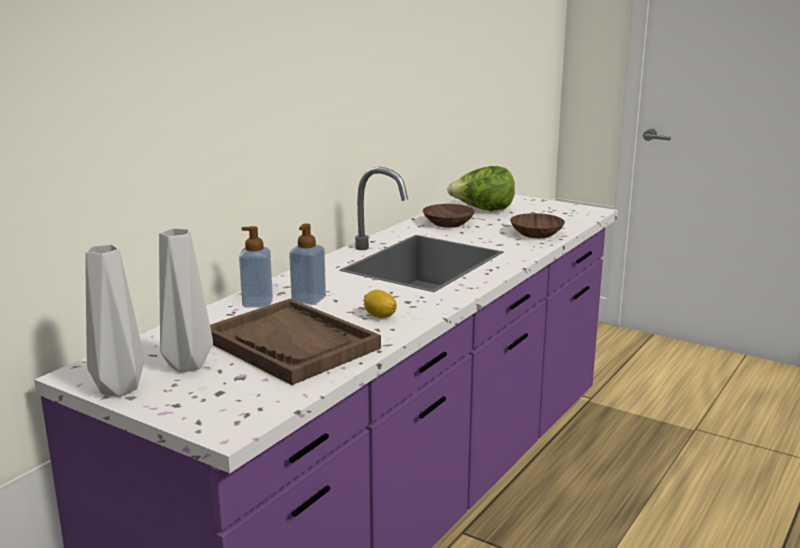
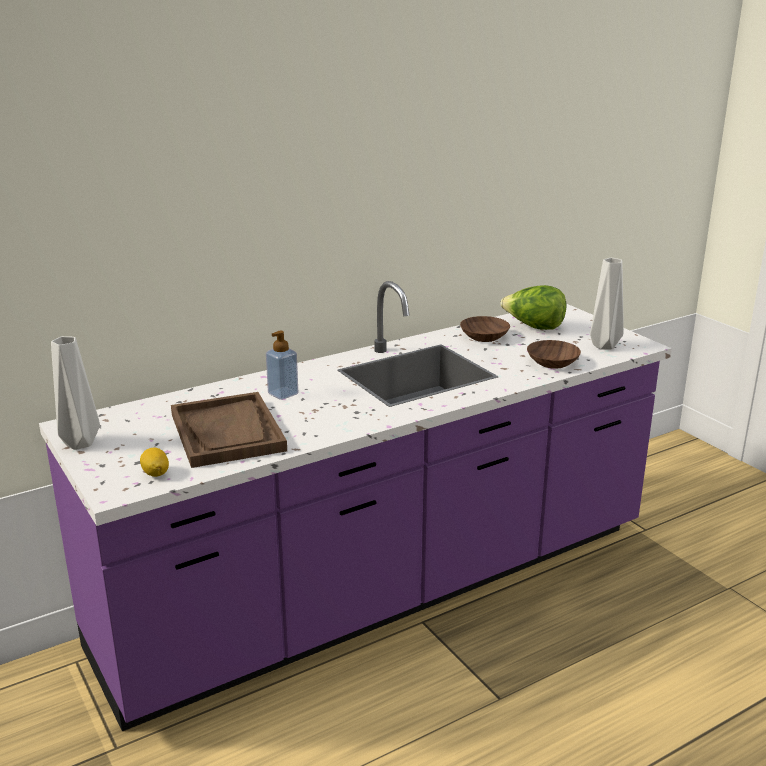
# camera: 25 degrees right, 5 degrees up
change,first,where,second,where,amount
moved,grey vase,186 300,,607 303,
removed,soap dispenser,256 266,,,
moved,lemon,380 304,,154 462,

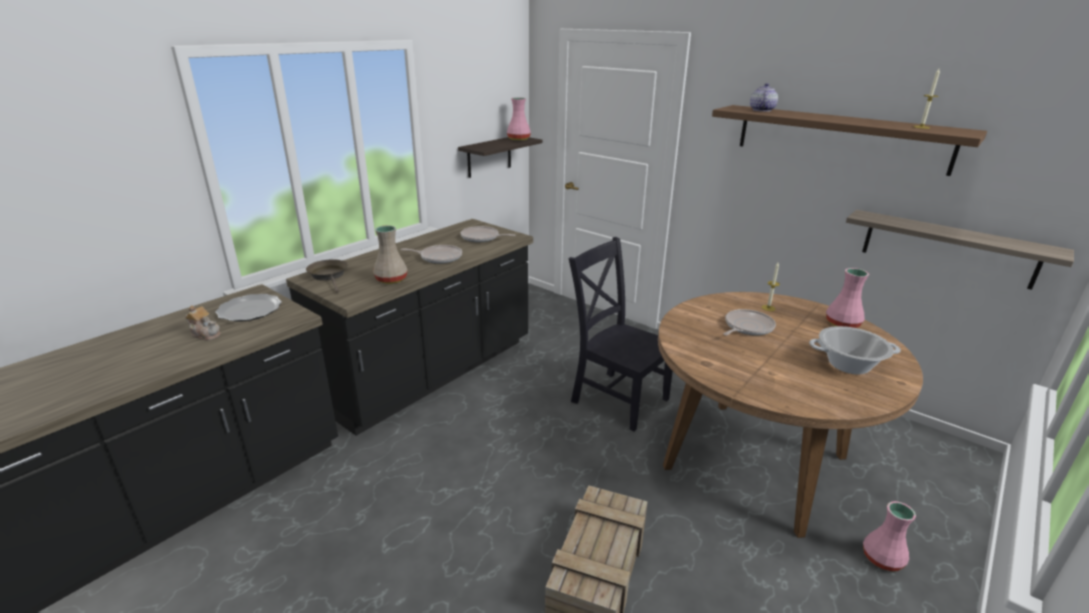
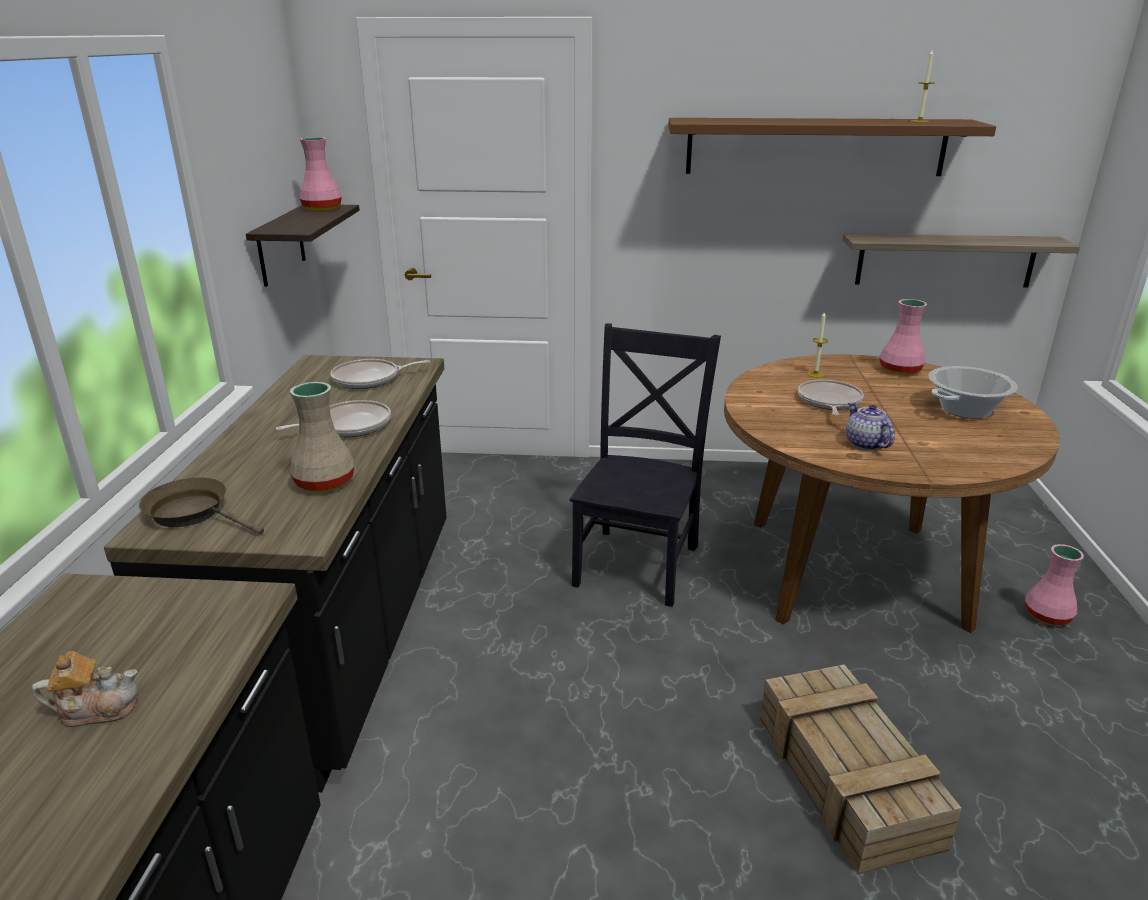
# camera: 35 degrees left, 0 degrees up
change,first,where,second,where,amount
removed,plate,248 307,,,
turned,black chair,621 334,,645 465,105 degrees clockwise
moved,teapot,764 97,,870 426,

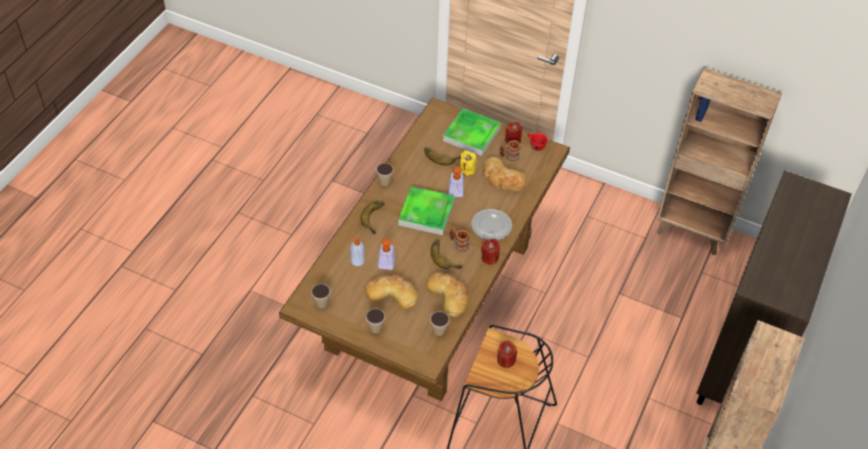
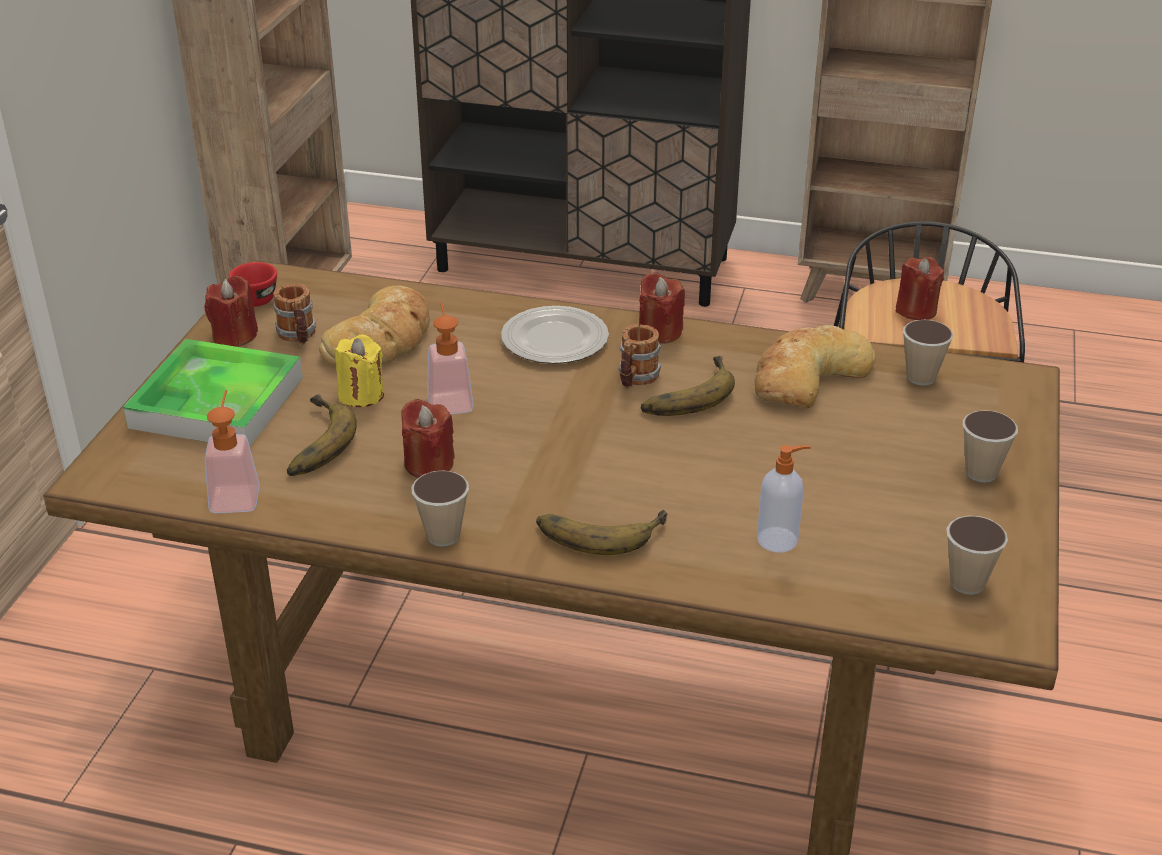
# camera: 100 degrees left, 15 degrees down
change,first,where,second,where,amount
removed,bread,391 292,,,
moved,soap dispenser,389 254,,232 451,
removed,tray,426 210,,,
added,,,red candle,428 438,

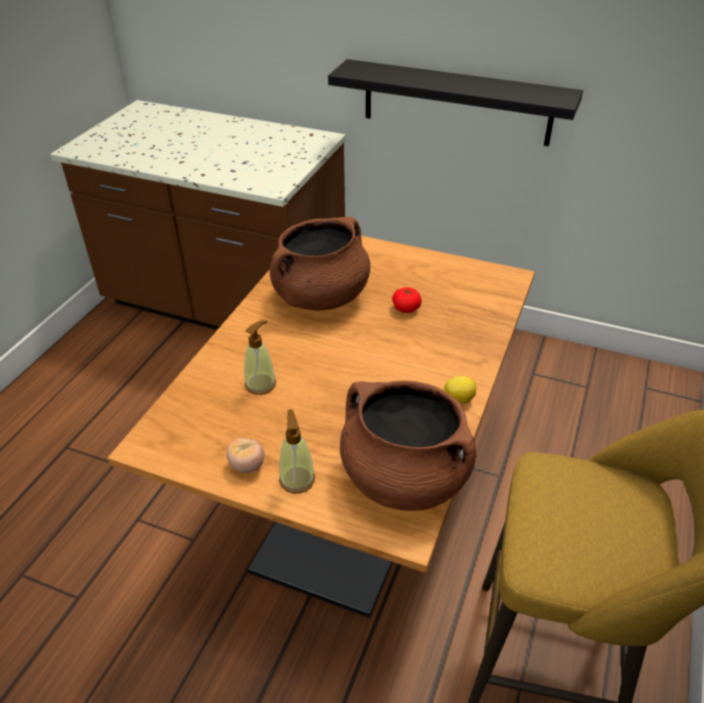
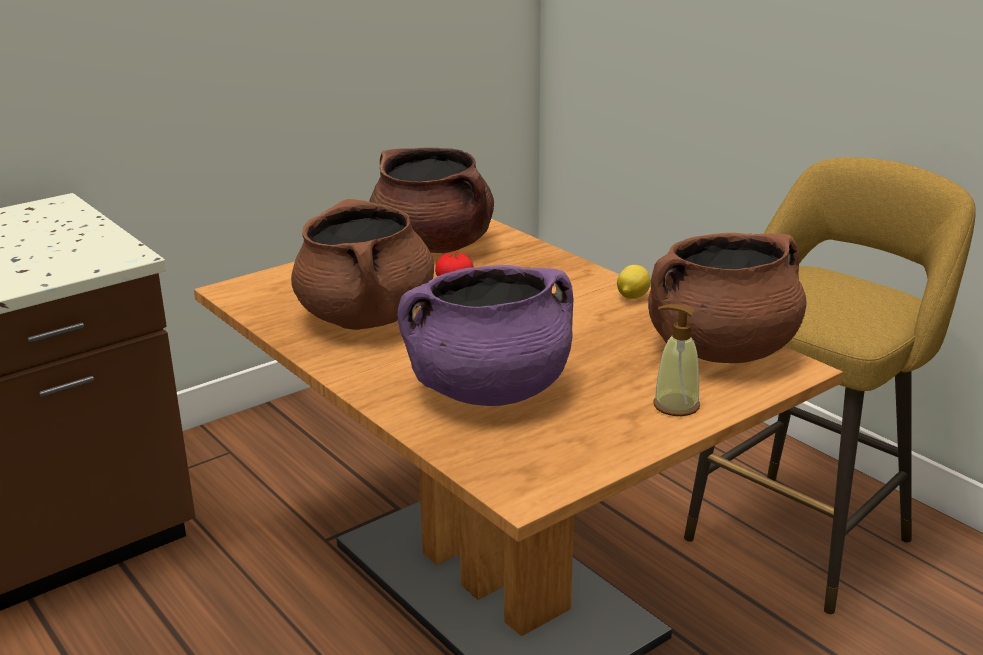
# camera: 60 degrees left, 15 degrees down
change,first,where,second,where,amount
removed,tomato,246 455,,,
replaced,soap dispenser,260 357,purple cooking pot,485 335,
removed,black shelf,455 102,,,
added,,,brown cooking pot,431 200,

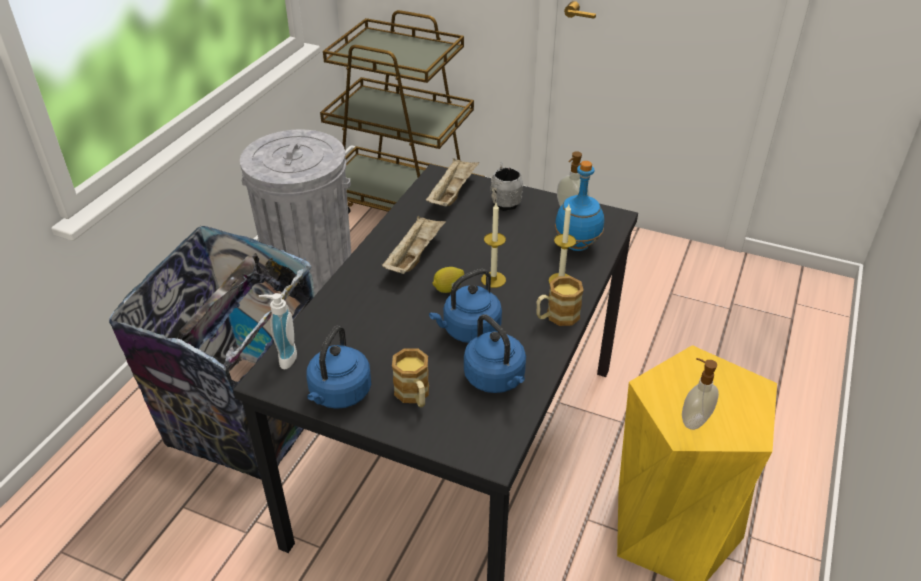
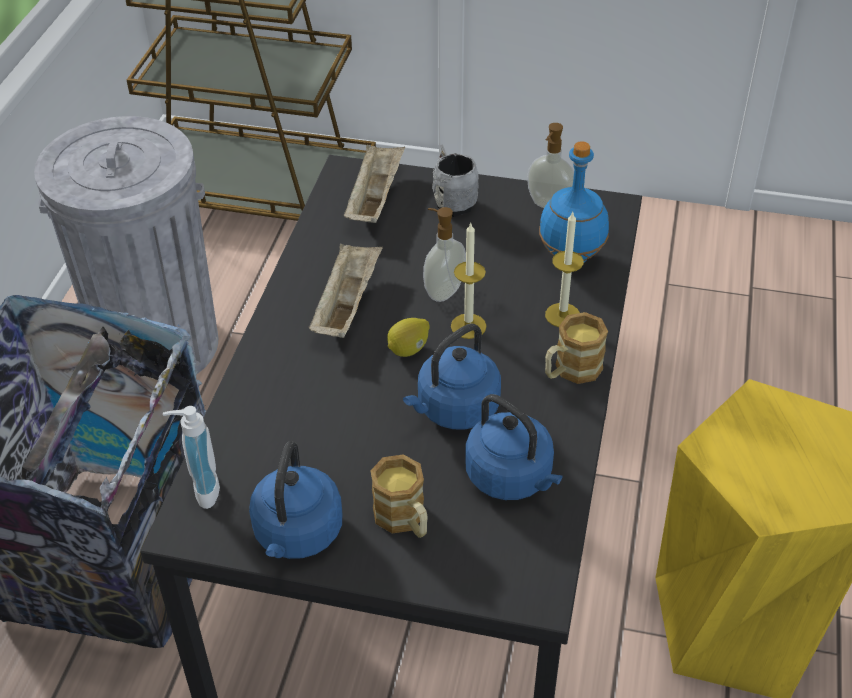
# camera: 10 degrees left, 5 degrees up
change,first,where,second,where,amount
moved,soap dispenser,700 394,,444 254,

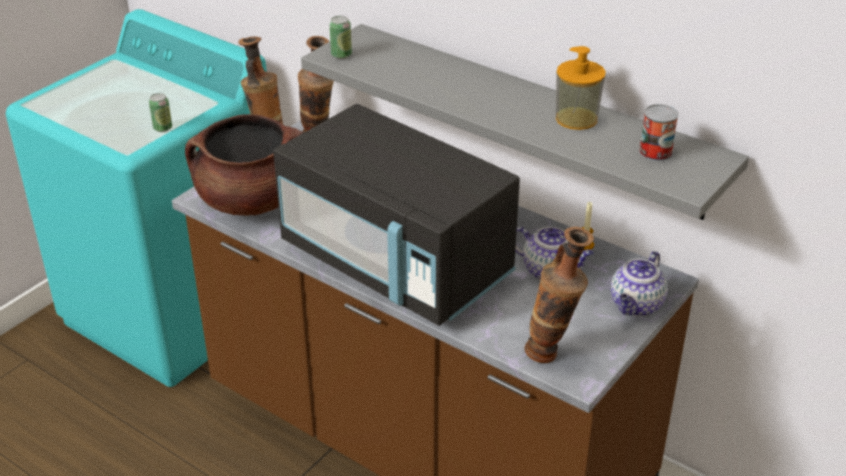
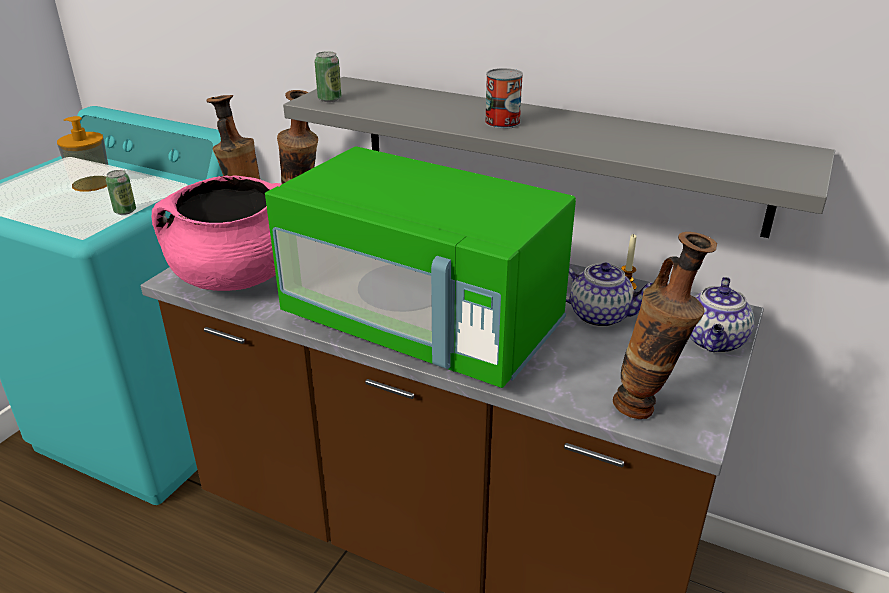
# camera: 10 degrees left, 5 degrees down
change,first,where,second,where,amount
recoloured,brown cooking pot,244 164,pink cooking pot,217 233,
recoloured,black microwave,396 215,green microwave,420 267,
moved,soap dispenser,581 88,,83 154,
moved,can,658 132,,504 98,

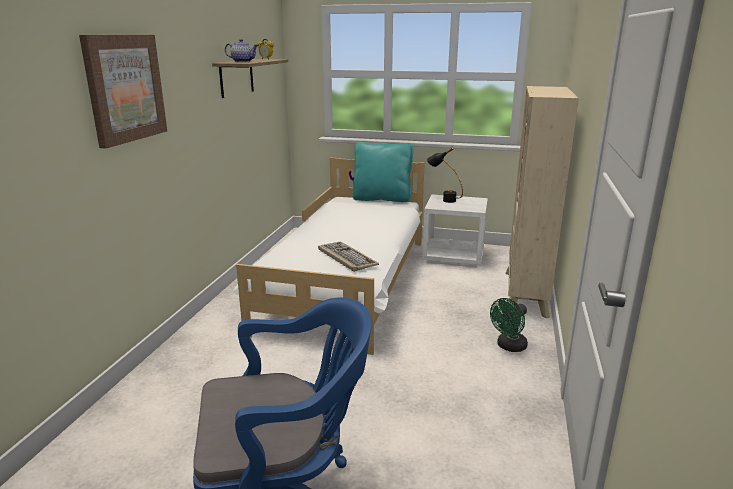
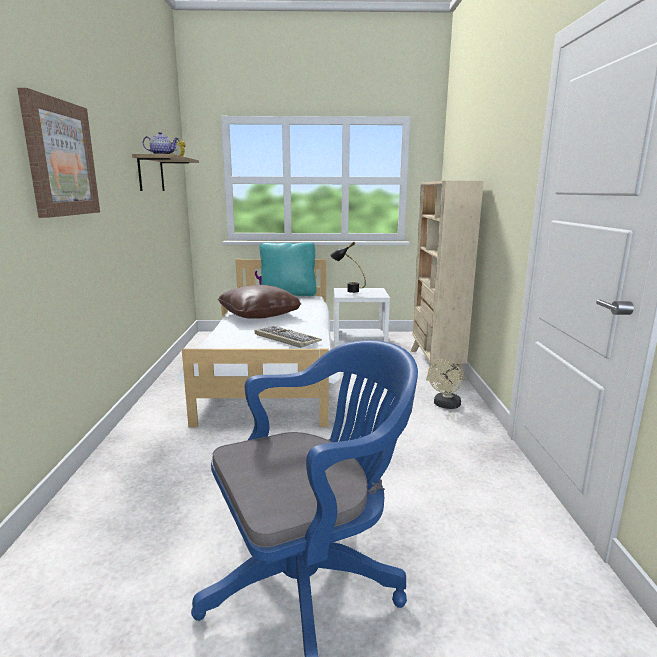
# camera: 15 degrees left, 5 degrees down
change,first,where,second,where,amount
recoloured,green fan,509 325,beige fan,445 384,
added,,,brown pillow,259 302,

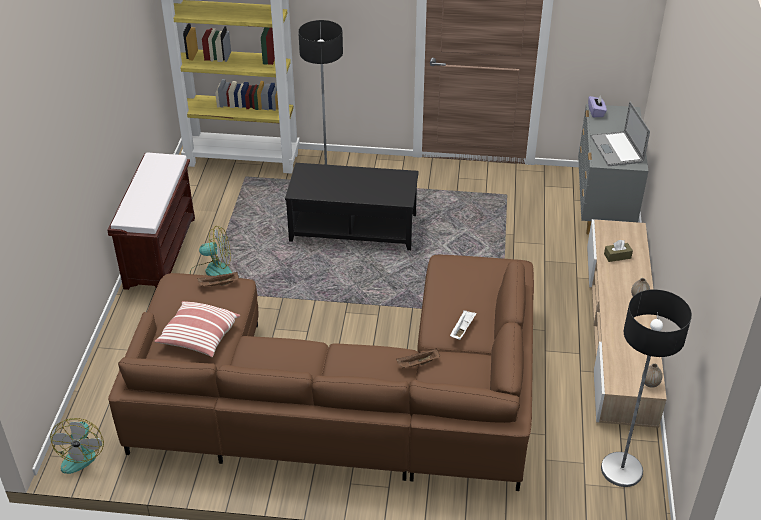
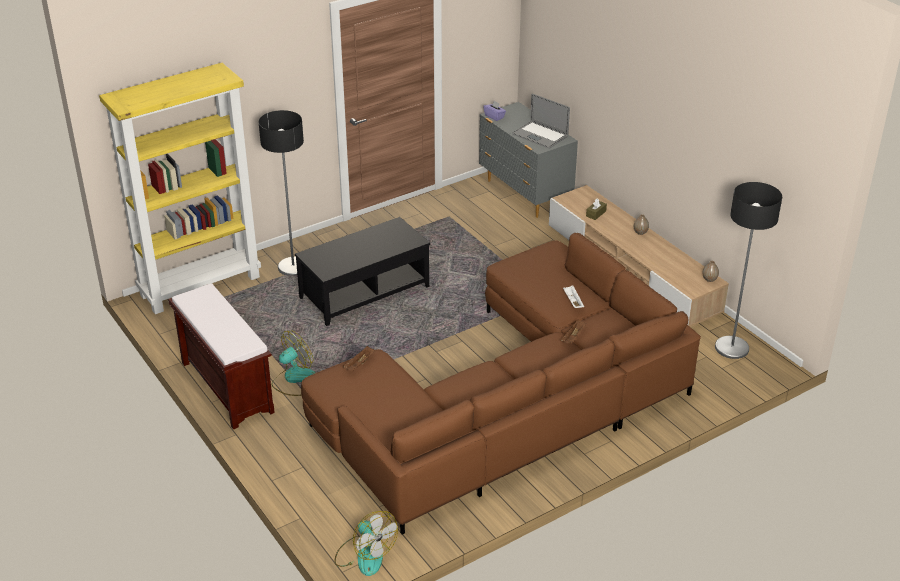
# camera: 40 degrees left, 5 degrees down
change,first,where,second,where,amount
removed,pillow,197 329,,,

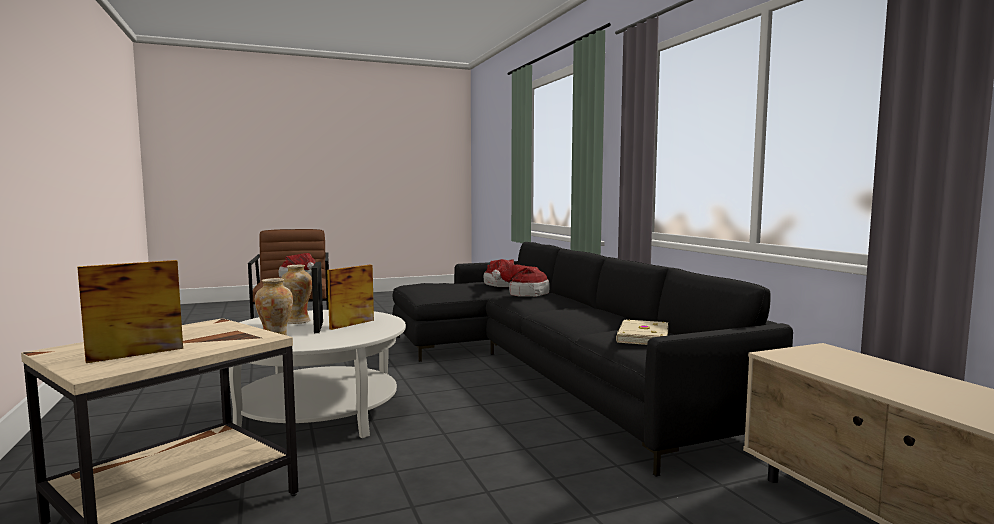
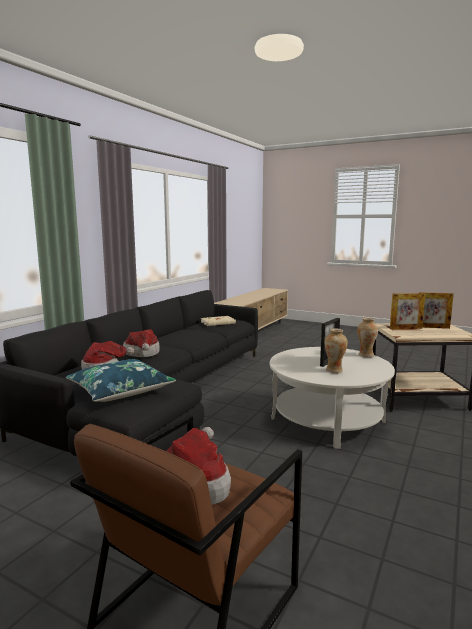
# camera: 130 degrees left, 5 degrees up
change,first,where,second,where,amount
moved,picture frame,350 297,,407 311,
added,,,blue pillow,121 380,

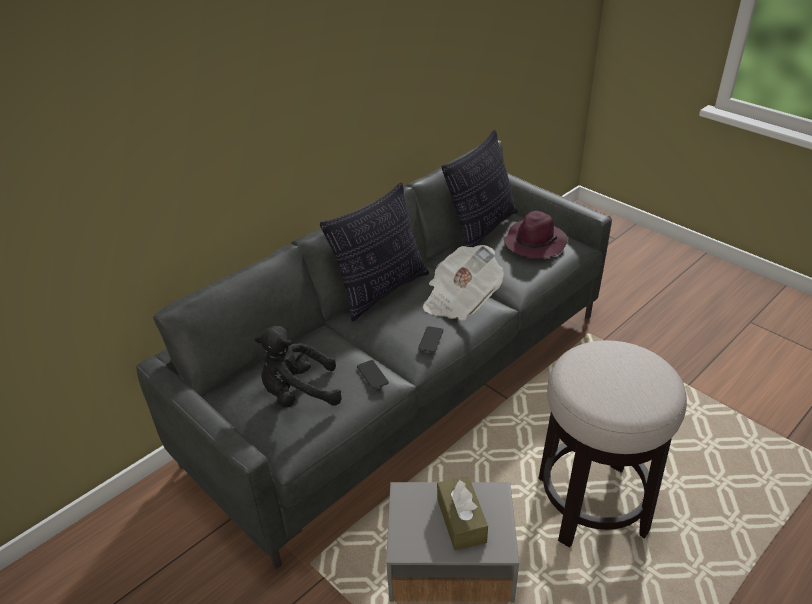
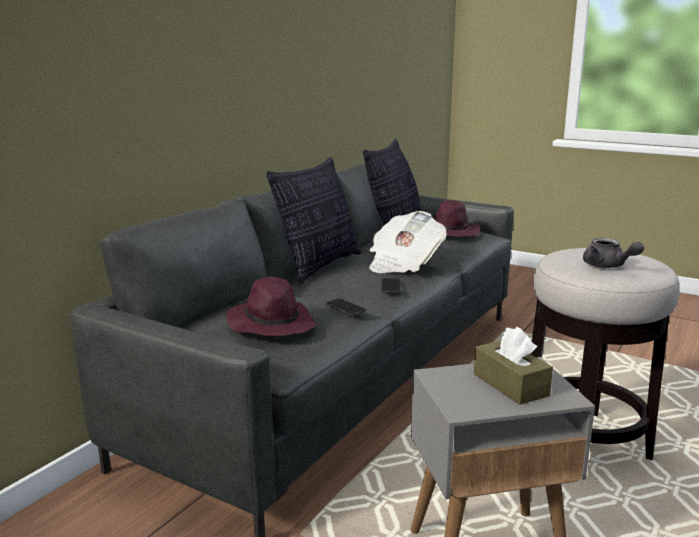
# camera: 15 degrees left, 20 degrees down
change,first,where,second,where,amount
replaced,black plush toy,298 367,purple hat,271 306,
added,,,grey teapot,613 253,

